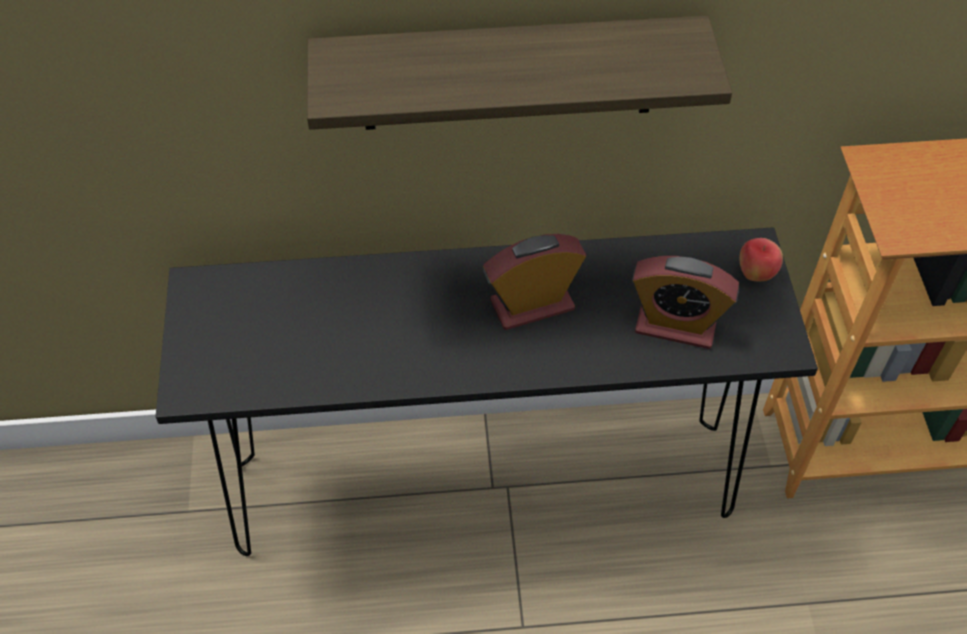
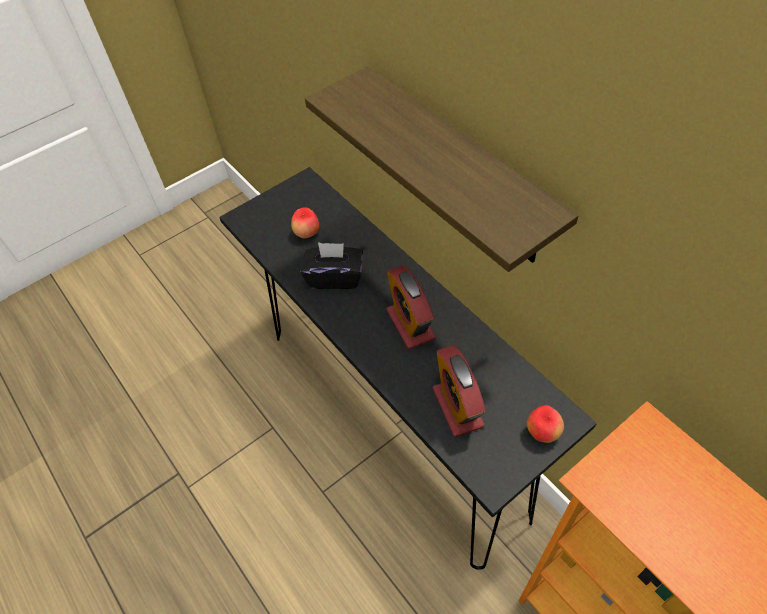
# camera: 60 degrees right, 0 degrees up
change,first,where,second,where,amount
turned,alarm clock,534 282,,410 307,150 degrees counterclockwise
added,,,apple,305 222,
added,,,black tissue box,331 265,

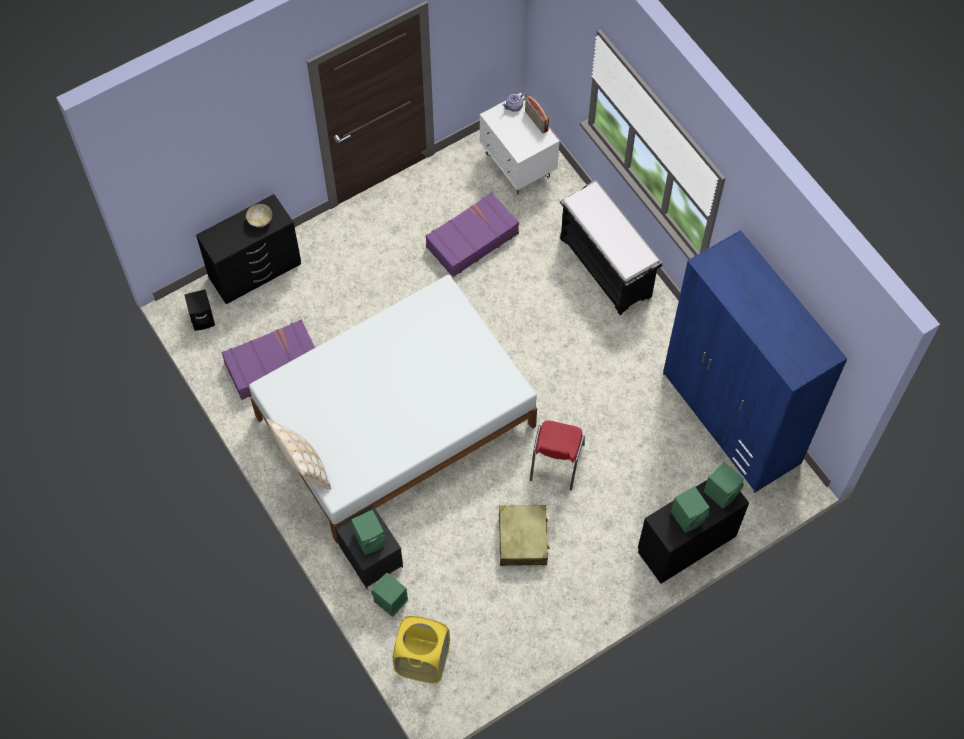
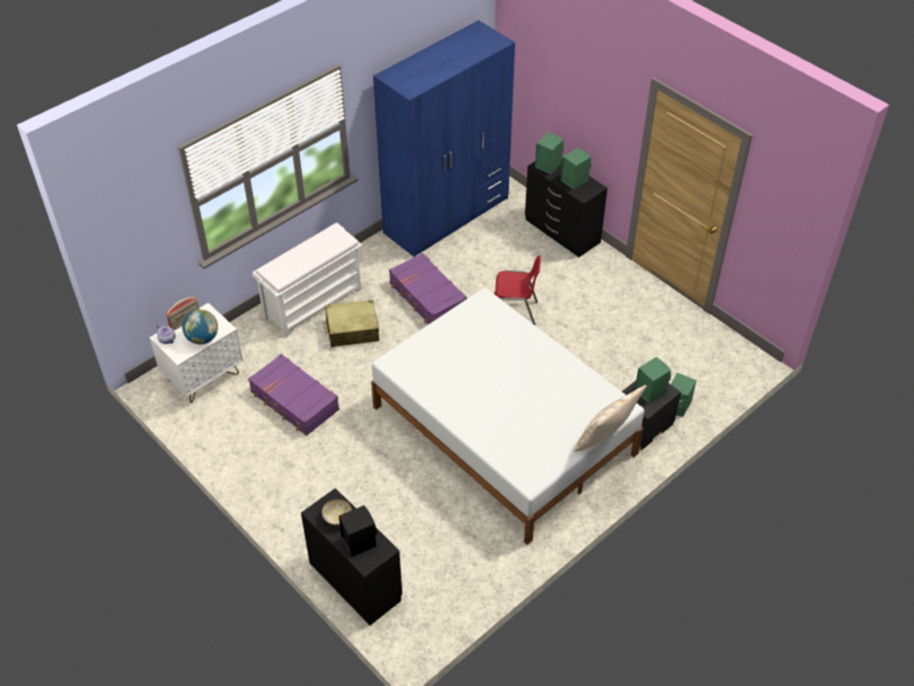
# camera: 100 degrees left, 15 degrees down
change,first,where,second,where,amount
moved,black speaker,199 310,,358 531,
moved,purple suitcase,268 359,,428 288,
removed,yellow laundry basket,421 650,,,
moved,beige suitcase,524 535,,351 323,
recoloured,black bench,611 247,white bench,307 280,
added,,,globe,200 326,

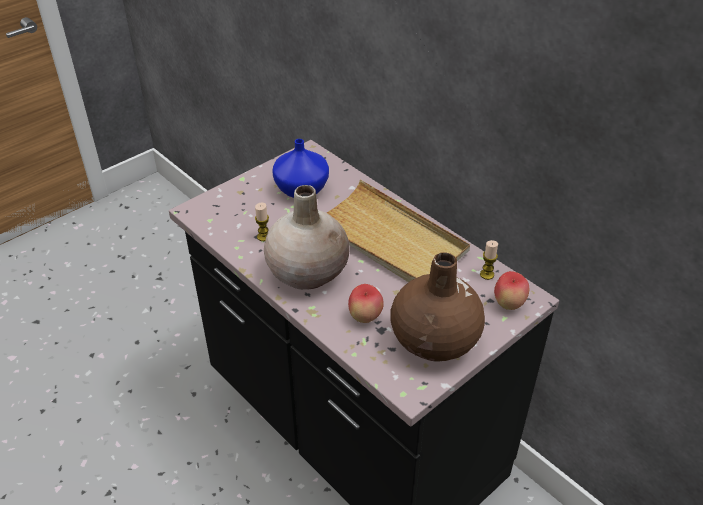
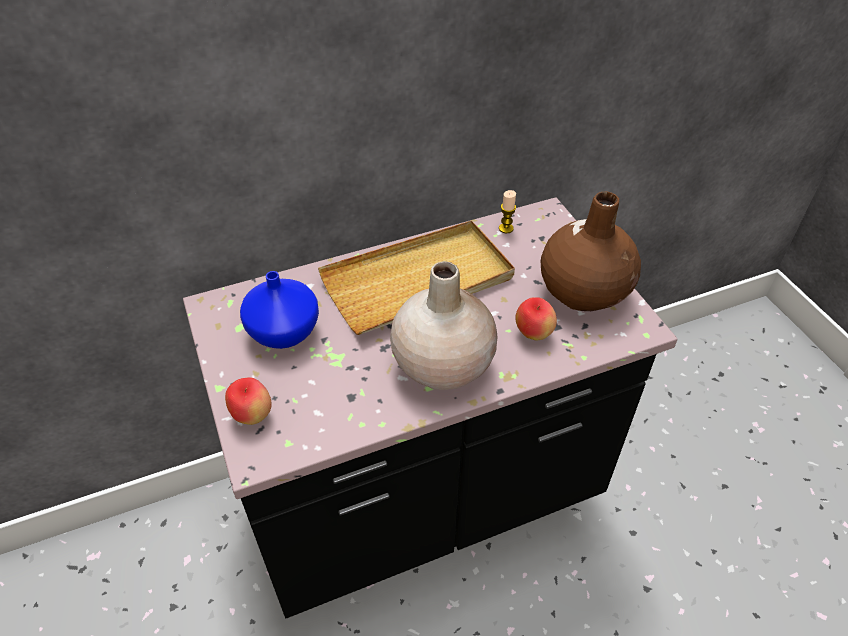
# camera: 70 degrees left, 5 degrees up
change,first,where,second,where,amount
removed,candle,262 222,,,
moved,apple,511 290,,248 401,

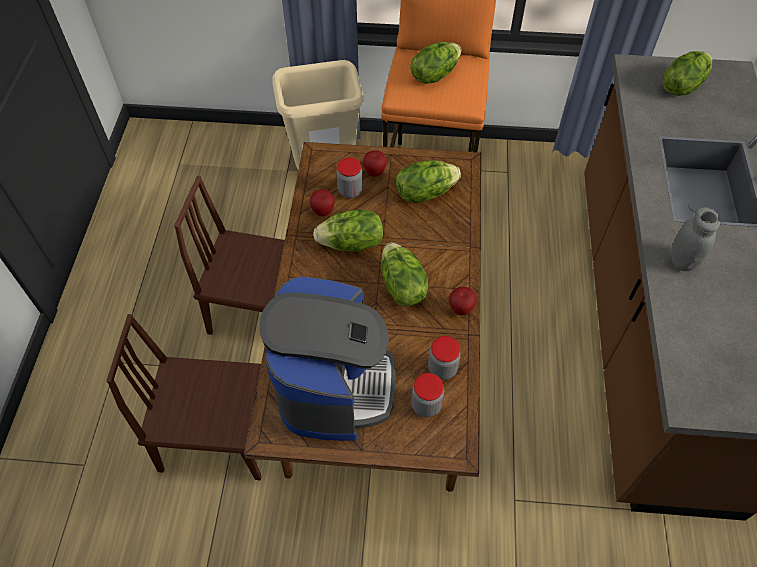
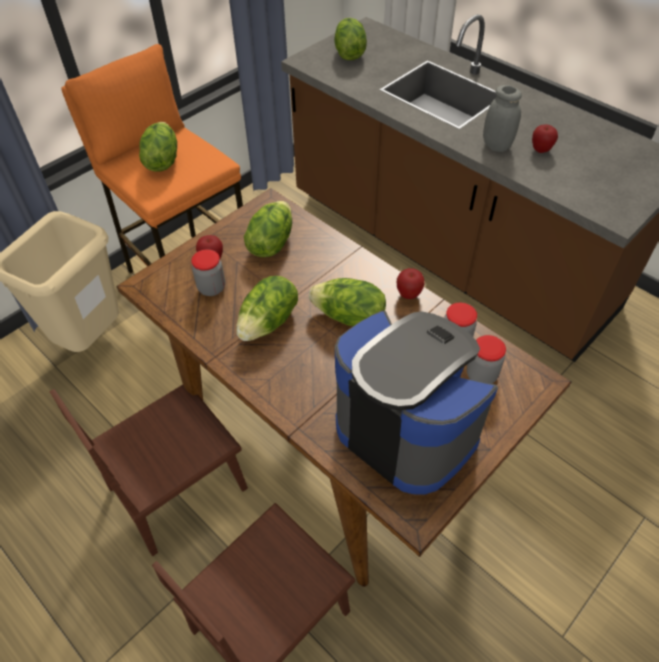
# camera: 50 degrees left, 5 degrees down
change,first,where,second,where,amount
moved,apple,322 203,,545 138,

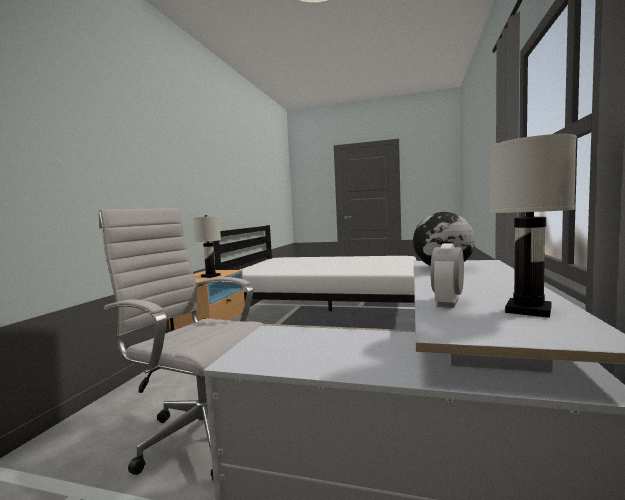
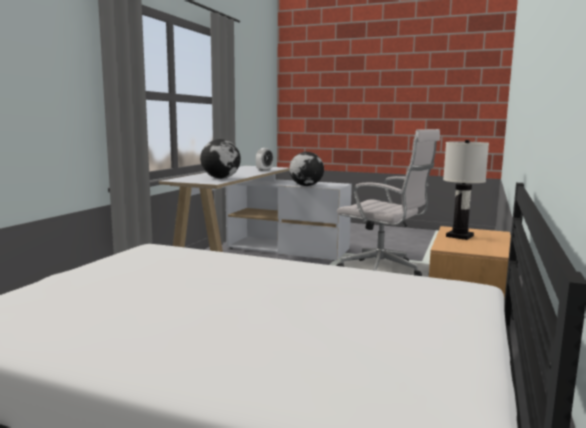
# camera: 175 degrees left, 5 degrees up
change,first,where,second,where,amount
removed,white table lamp,533 226,,,
added,,,globe,306 169,

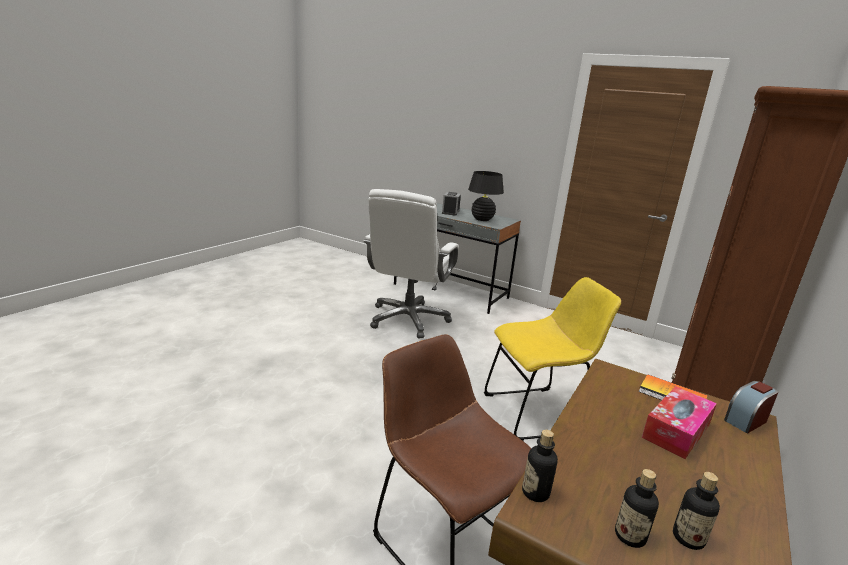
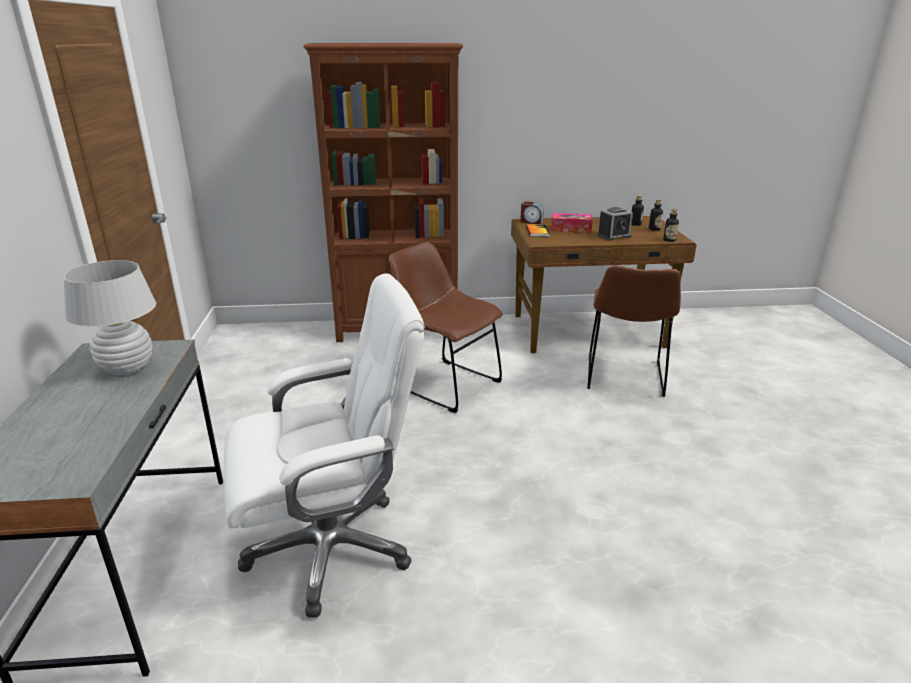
# camera: 125 degrees left, 5 degrees up
change,first,where,second,where,amount
moved,alarm clock,451 204,,615 224,
recoloured,black table lamp,486 196,white table lamp,109 317,
recoloured,yellow chair,552 359,brown chair,446 327,

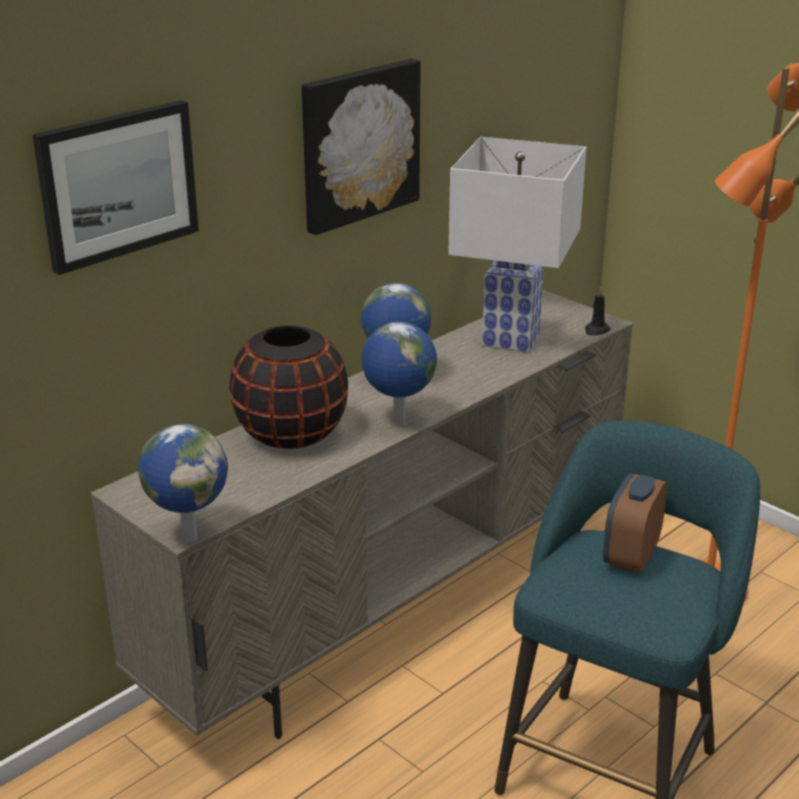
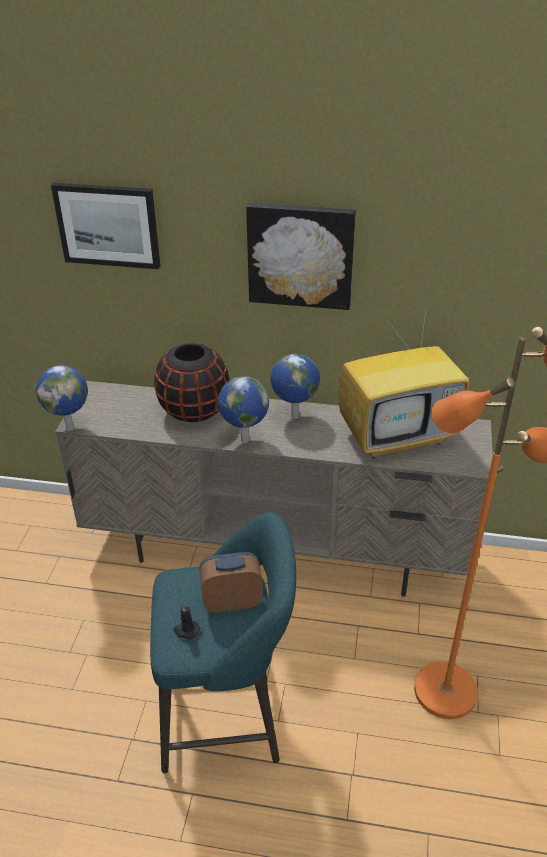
# camera: 55 degrees right, 10 degrees up
change,first,where,second,where,amount
replaced,white table lamp,517 245,television,404 376,
moved,black candle,598 312,,187 621,

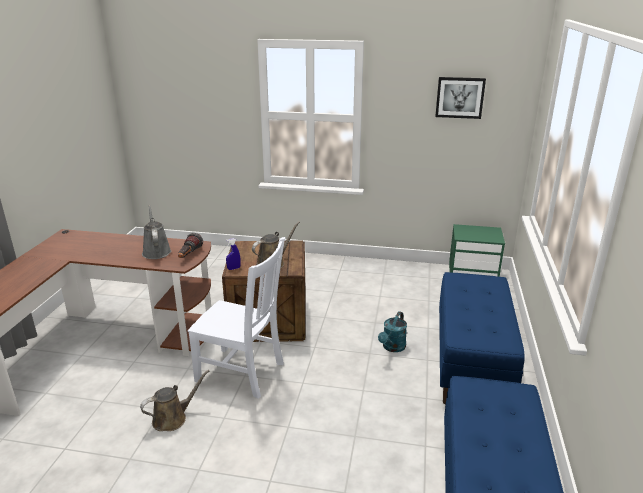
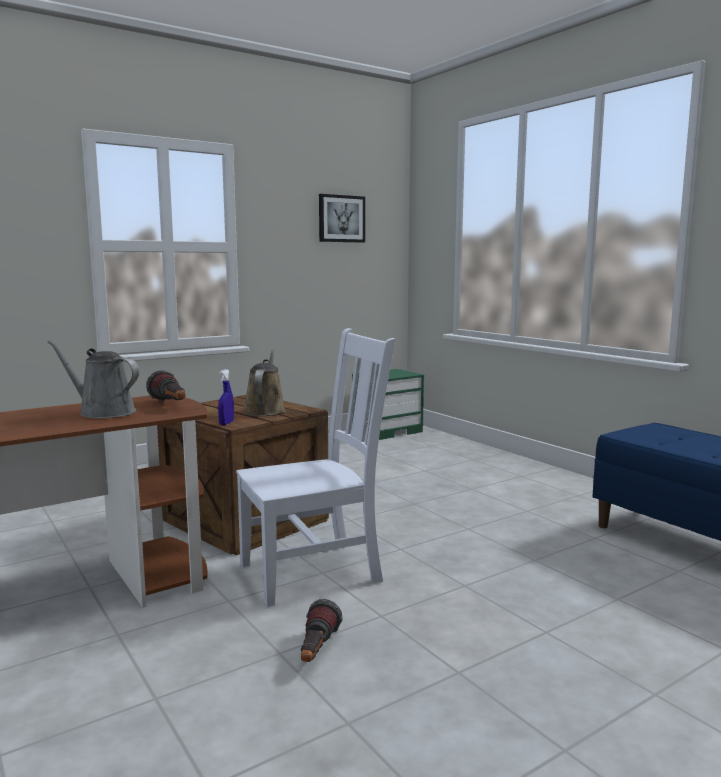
# camera: 45 degrees left, 15 degrees down
change,first,where,second,where,amount
replaced,brown watering can,174 400,flashlight,322 630,
removed,turquoise watering can,392 331,,,
removed,blue bench,482 338,,,

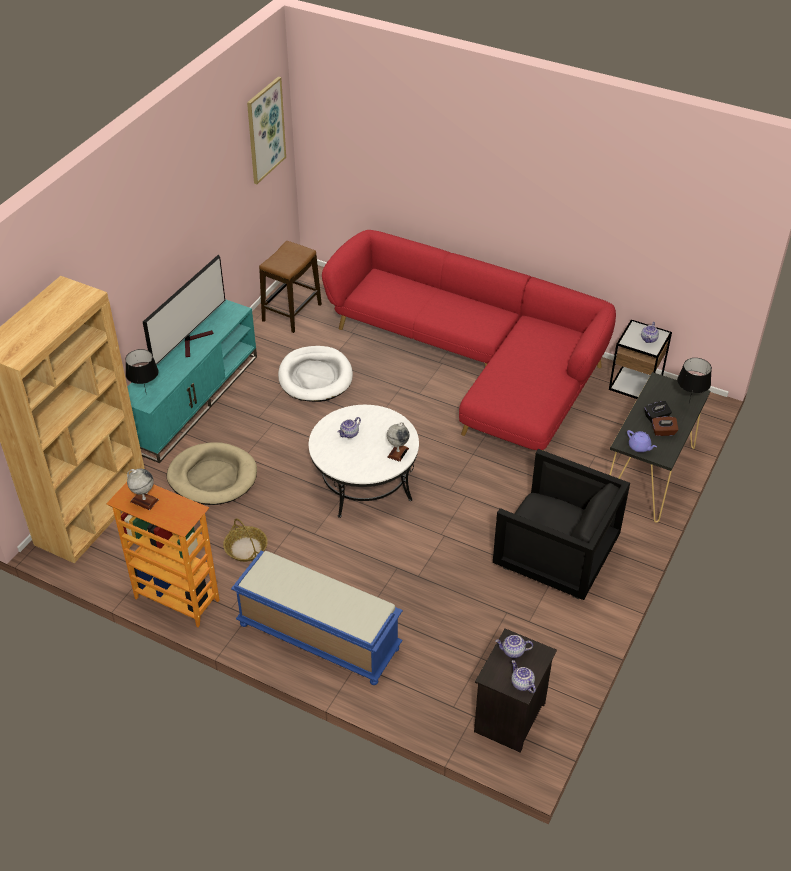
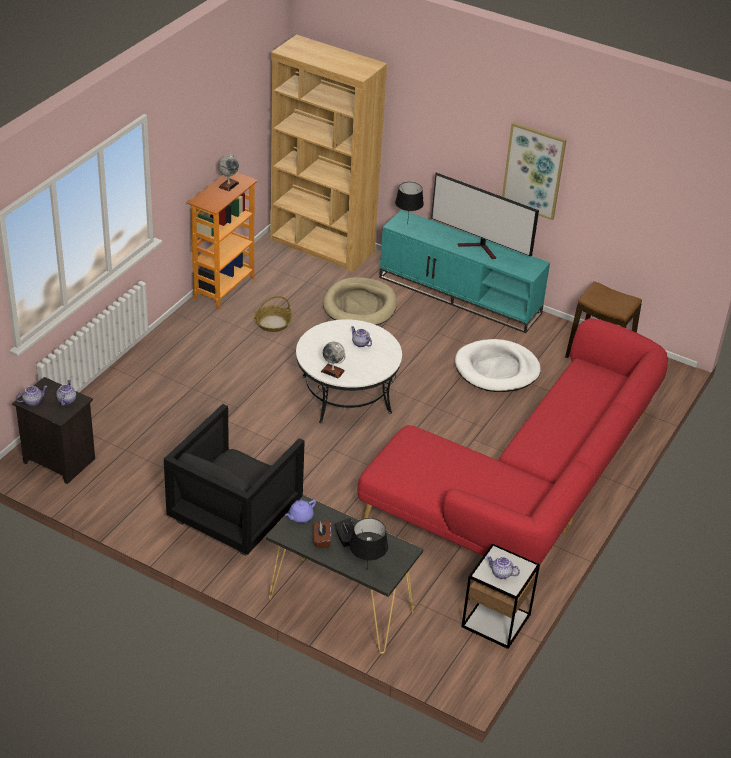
# camera: 90 degrees right, 5 degrees down
change,first,where,second,where,amount
removed,blue bench,317 618,,,
moved,picture,266 130,,534 171,

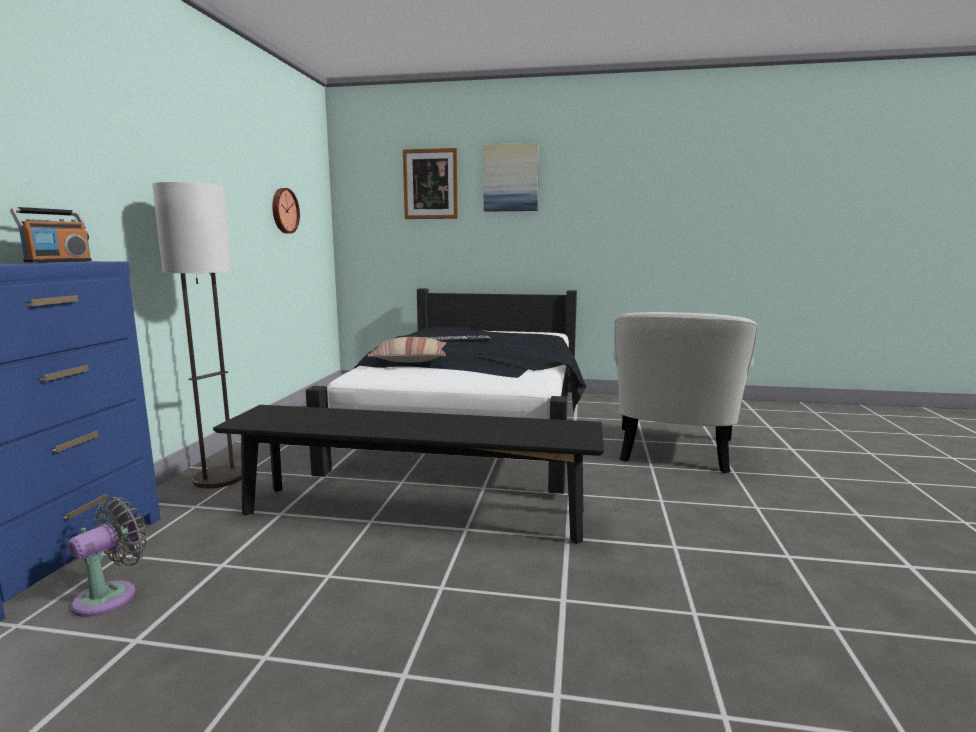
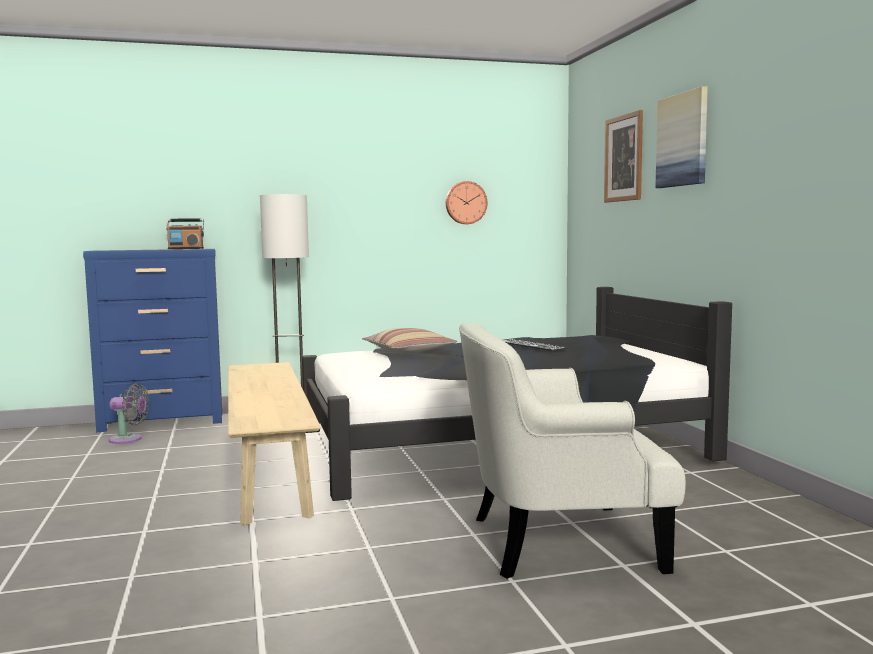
# camera: 65 degrees right, 5 degrees down
change,first,where,second,where,amount
recoloured,black bench,408 474,beige bench,274 444,

